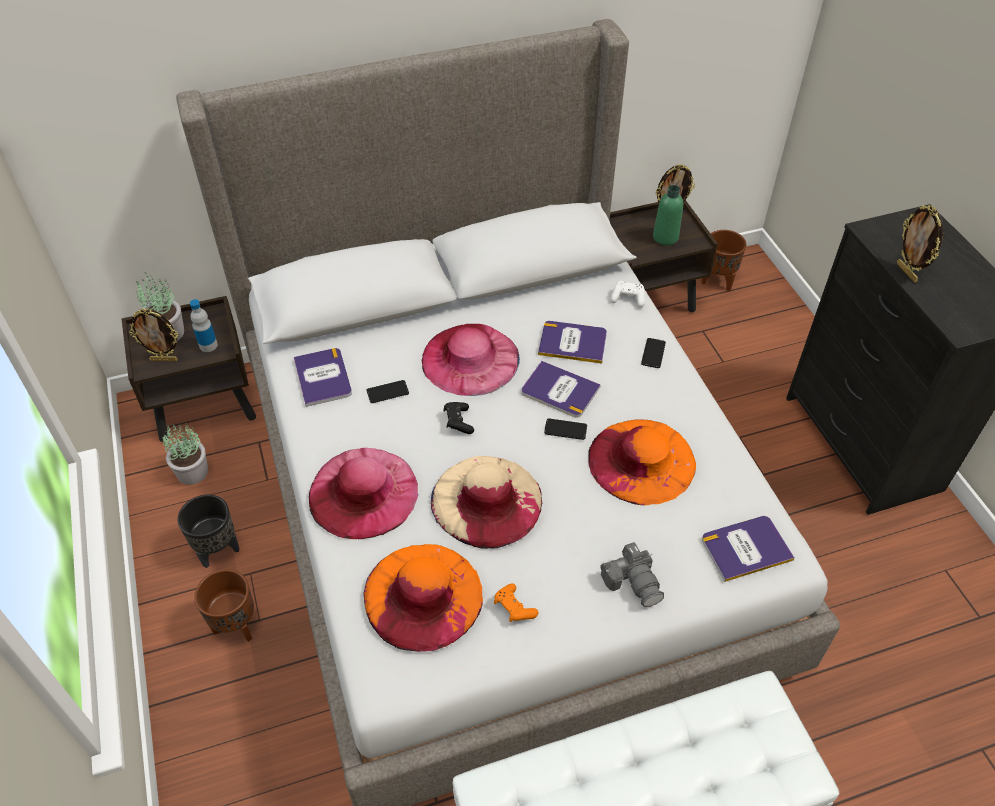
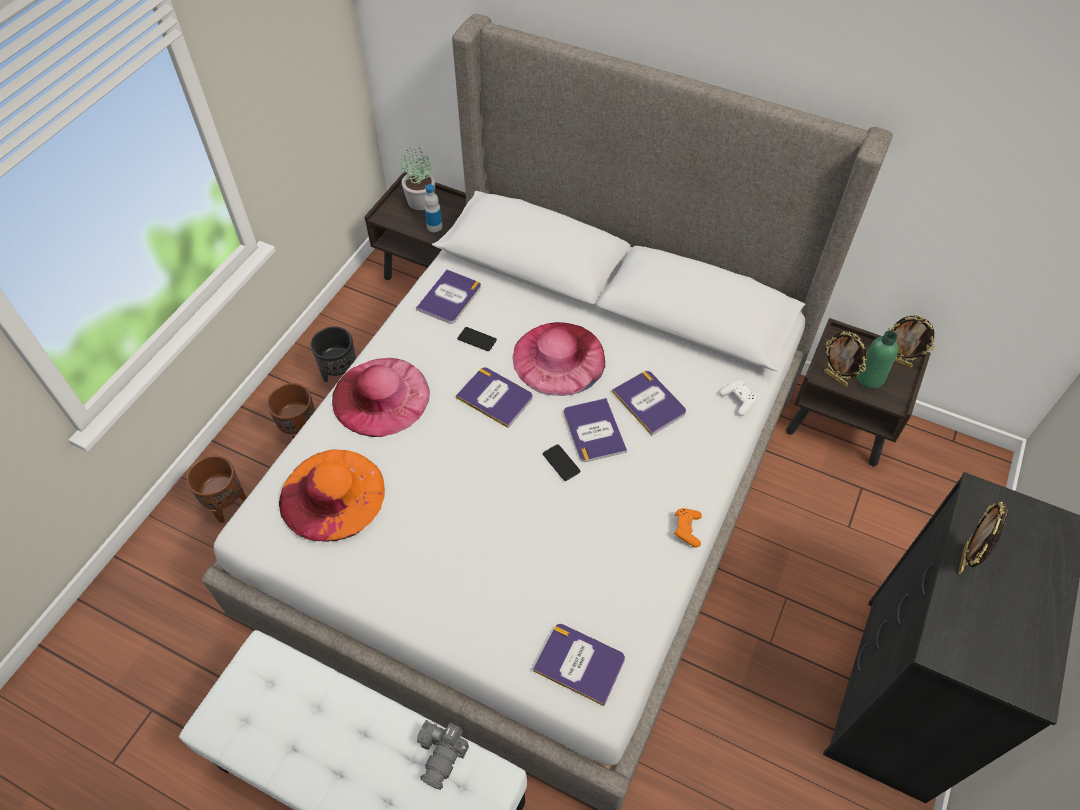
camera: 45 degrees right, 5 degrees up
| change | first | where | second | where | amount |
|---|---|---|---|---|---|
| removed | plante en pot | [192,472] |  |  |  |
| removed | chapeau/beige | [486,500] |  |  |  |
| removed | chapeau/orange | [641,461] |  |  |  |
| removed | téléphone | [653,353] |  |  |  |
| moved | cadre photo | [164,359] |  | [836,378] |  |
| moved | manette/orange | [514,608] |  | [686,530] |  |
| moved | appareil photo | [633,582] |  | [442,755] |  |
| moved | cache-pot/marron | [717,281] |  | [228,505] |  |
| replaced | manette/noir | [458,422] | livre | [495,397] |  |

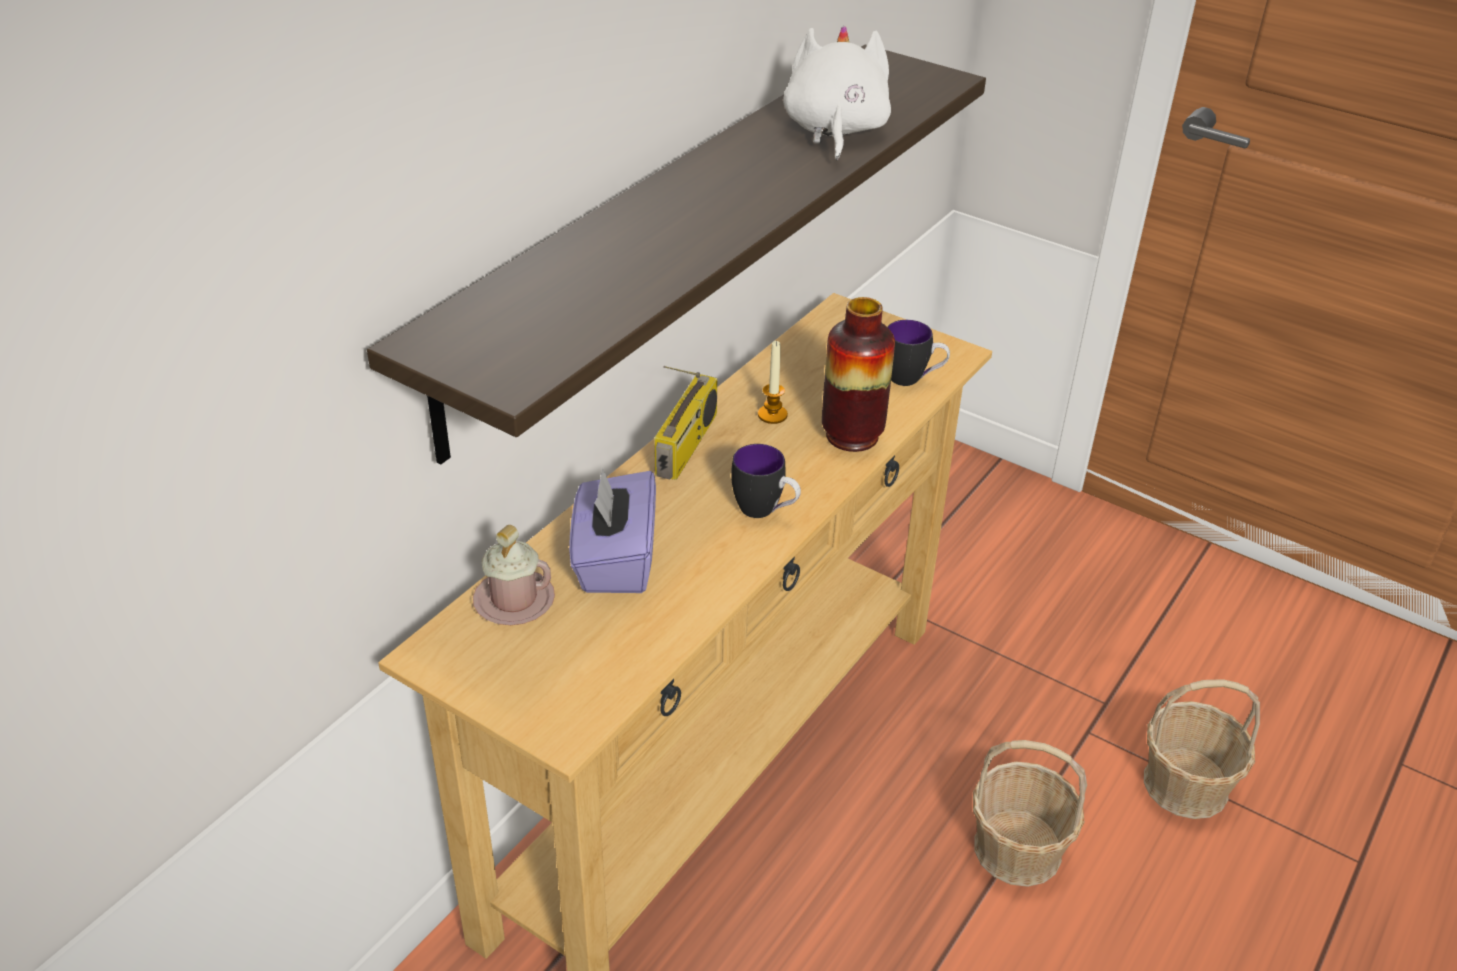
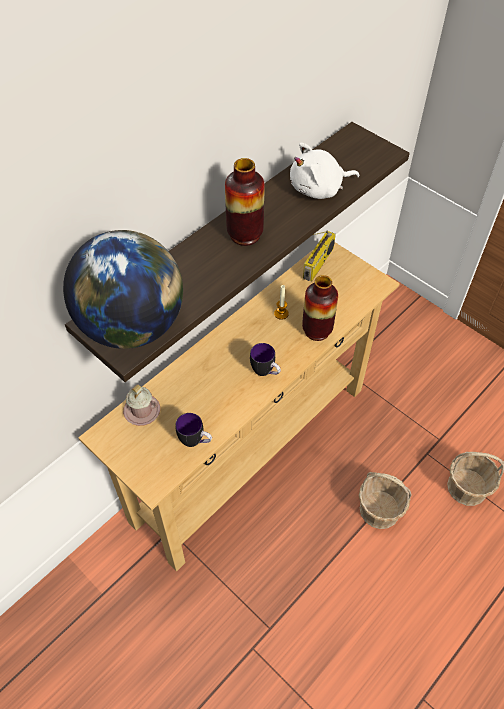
camera: 10 degrees right, 15 degrees up
| change | first | where | second | where | amount |
|---|---|---|---|---|---|
| removed | boîte à mouchoirs/violet | [614,560] |  |  |  |
| added |  |  | globe | [132,326] |  |
| added |  |  | vase | [245,235] |  |
| moved | radio | [687,446] |  | [318,264] |  |
| moved | mug | [913,379] |  | [195,441] |  |
| turned | peluche/blanc | [834,131] |  | [319,189] | 120 degrees counterclockwise |

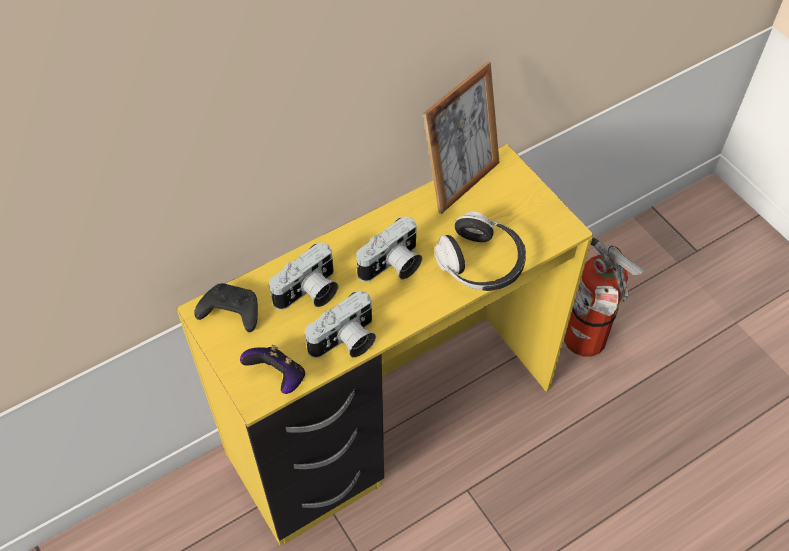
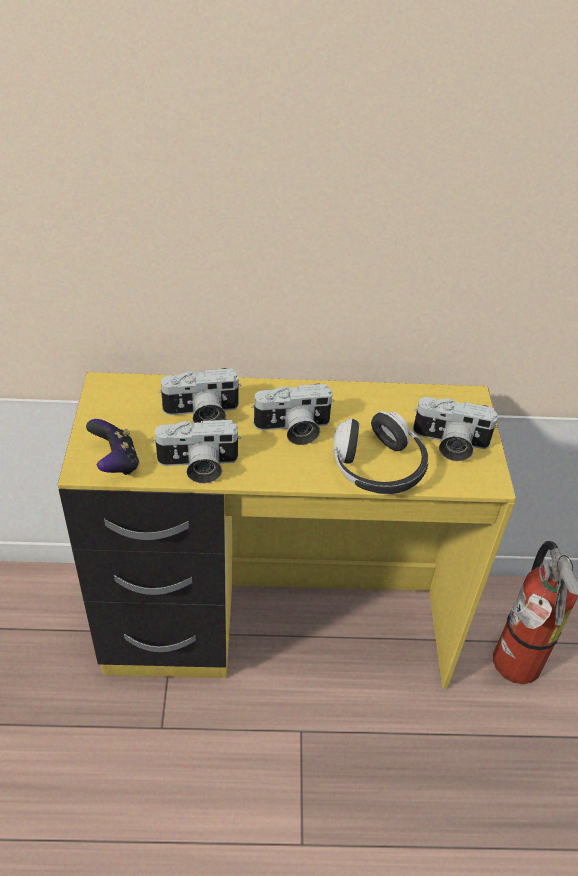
camera: 30 degrees right, 10 degrees down
| change | first | where | second | where | amount |
|---|---|---|---|---|---|
| removed | manette/noir | [230,313] |  |  |  |
| removed | cadre photo | [460,181] |  |  |  |
| added |  |  | appareil photo | [449,444] |  |

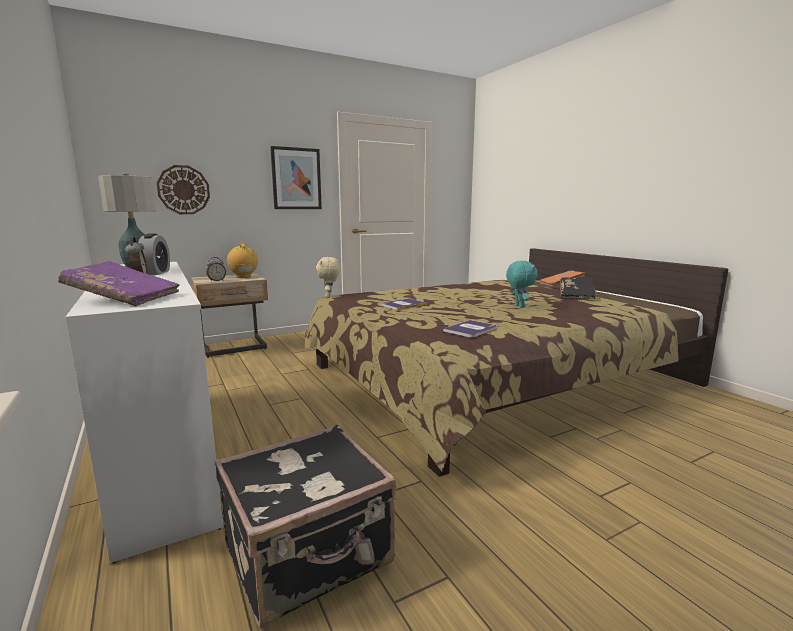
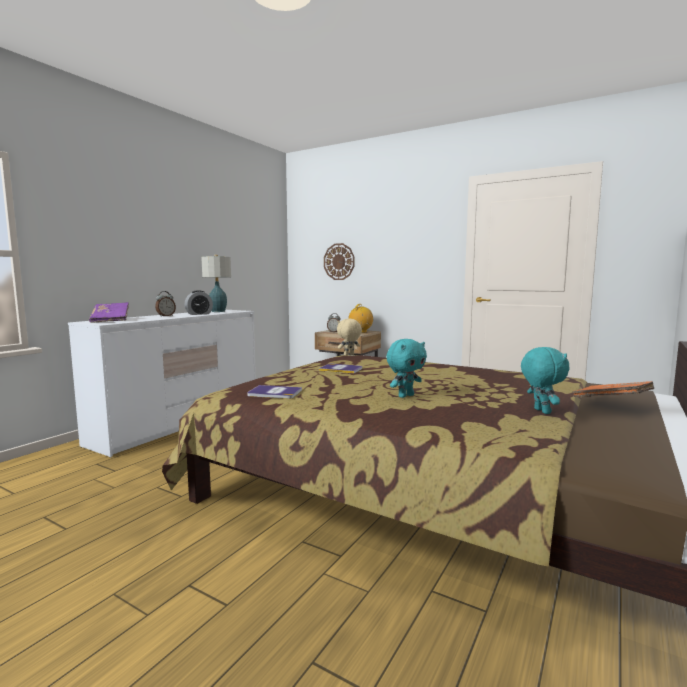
camera: 60 degrees right, 5 degrees down
| change | first | where | second | where | amount |
|---|---|---|---|---|---|
| removed | valise/noir | [309,555] |  |  |  |
| removed | tableau | [296,179] |  |  |  |
| replaced | livre/noir | [576,295] | peluche/turquoise | [541,411] |  |

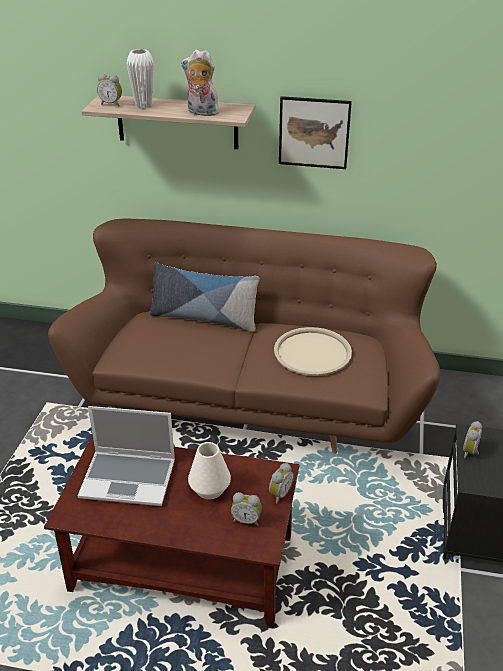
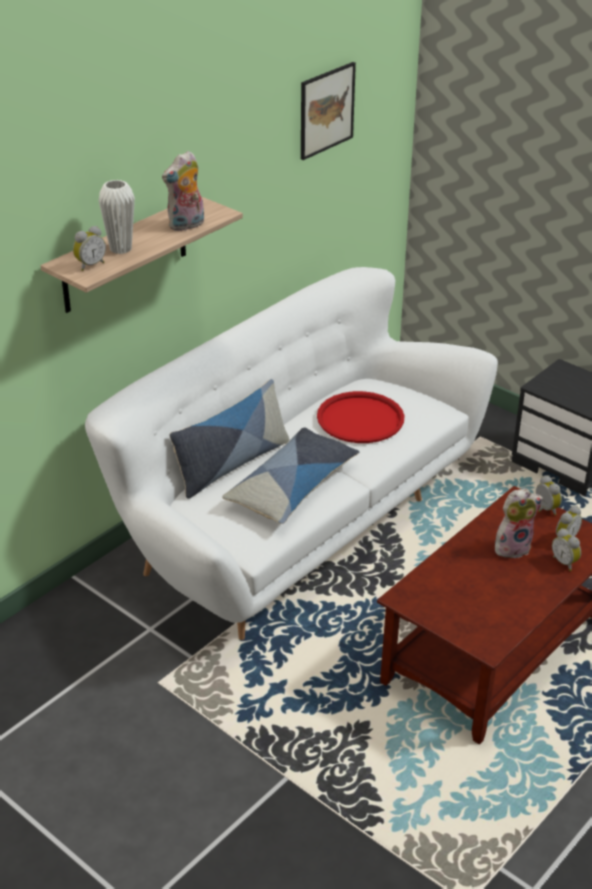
camera: 60 degrees left, 0 degrees up
| change | first | where | second | where | amount |
|---|---|---|---|---|---|
| removed | ordinateur portable | [129,478] |  |  |  |
| added |  |  | coussin | [293,487] |  |
| moved | tableau | [314,132] |  | [326,110] |  |
| moved | réveil | [471,452] |  | [565,562] |  |
| replaced | vase/blanc | [209,489] | peluche | [512,547] |  |
| recoloured | canapé/marron | [251,399] | canapé/blanc | [296,522] |  |
| recoloured | plateau/beige | [312,352] | plateau/rouge | [360,418] |  |

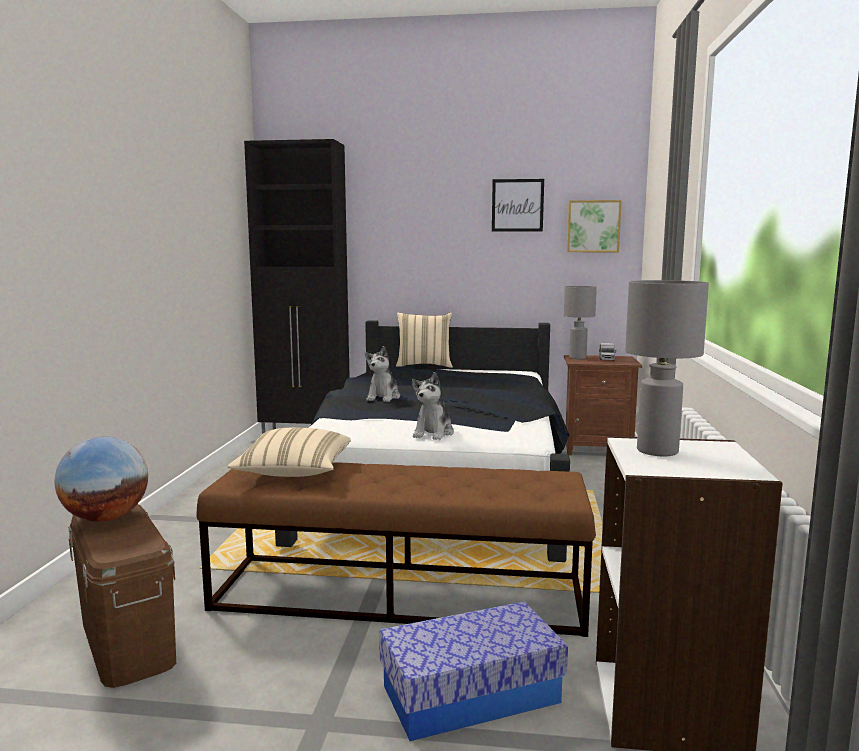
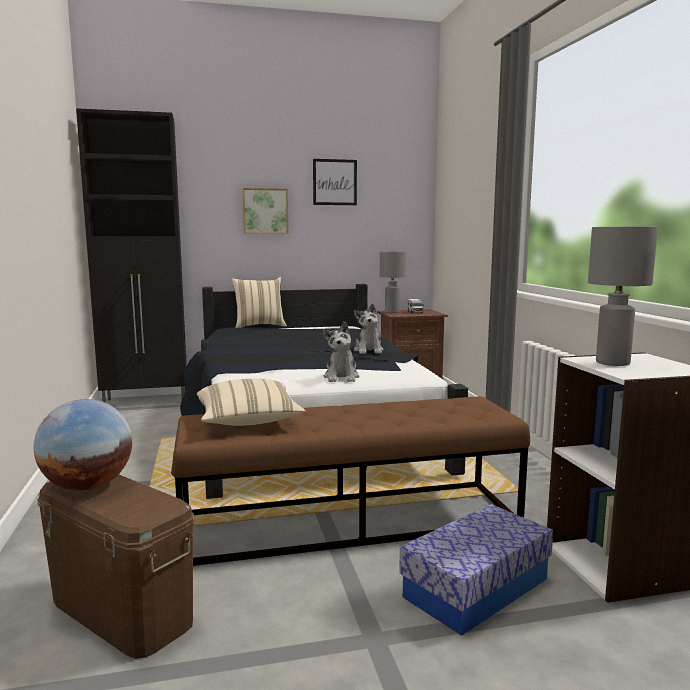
camera: 20 degrees left, 0 degrees up
| change | first | where | second | where | amount |
|---|---|---|---|---|---|
| moved | peluche | [383,397] |  | [368,350] |  |
| moved | tableau | [593,226] |  | [265,211] |  |

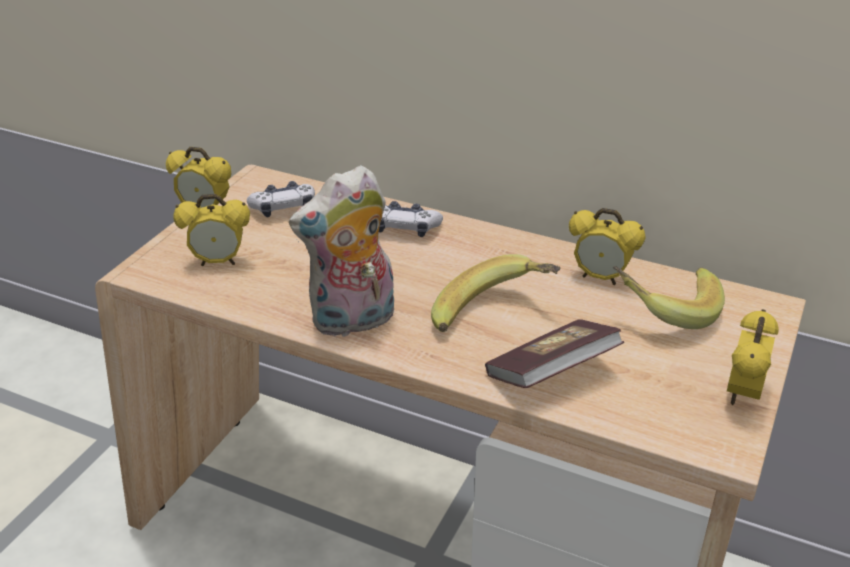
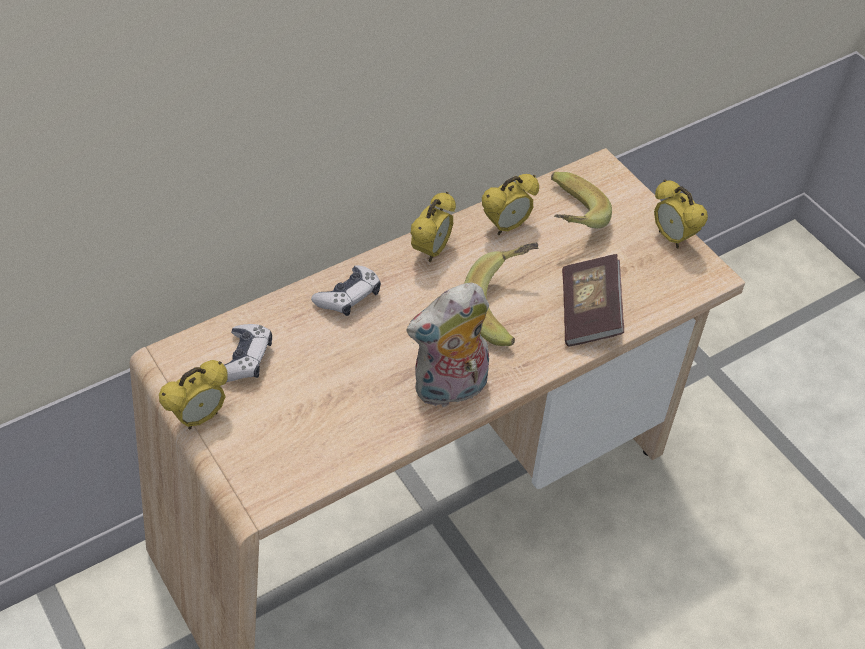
camera: 60 degrees left, 15 degrees up
| change | first | where | second | where | amount |
|---|---|---|---|---|---|
| moved | réveil | [218,262] |  | [431,251] |  |
| turned | peluche | [353,322] |  | [450,390] | 60 degrees clockwise |

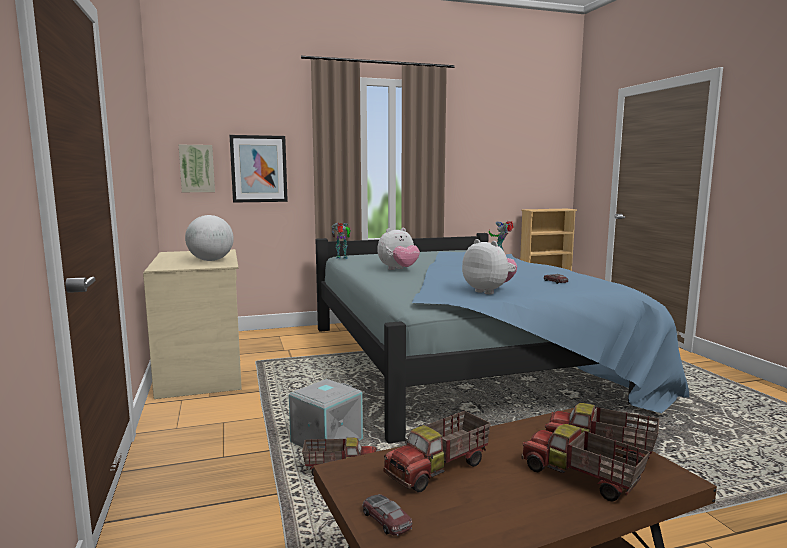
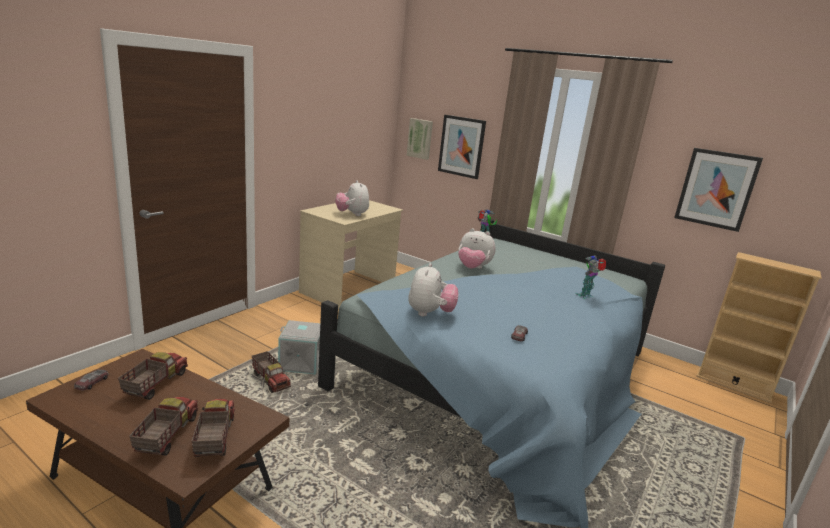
camera: 50 degrees right, 10 degrees up
| change | first | where | second | where | amount |
|---|---|---|---|---|---|
| added |  |  | tableau | [716,189] |  |
| replaced | globe | [211,260] | peluche | [352,214] |  |
| turned | camion jouet | [439,469] |  | [155,384] | 90 degrees clockwise |

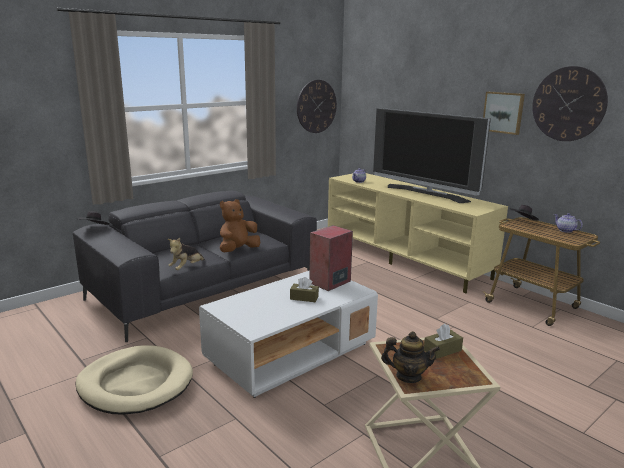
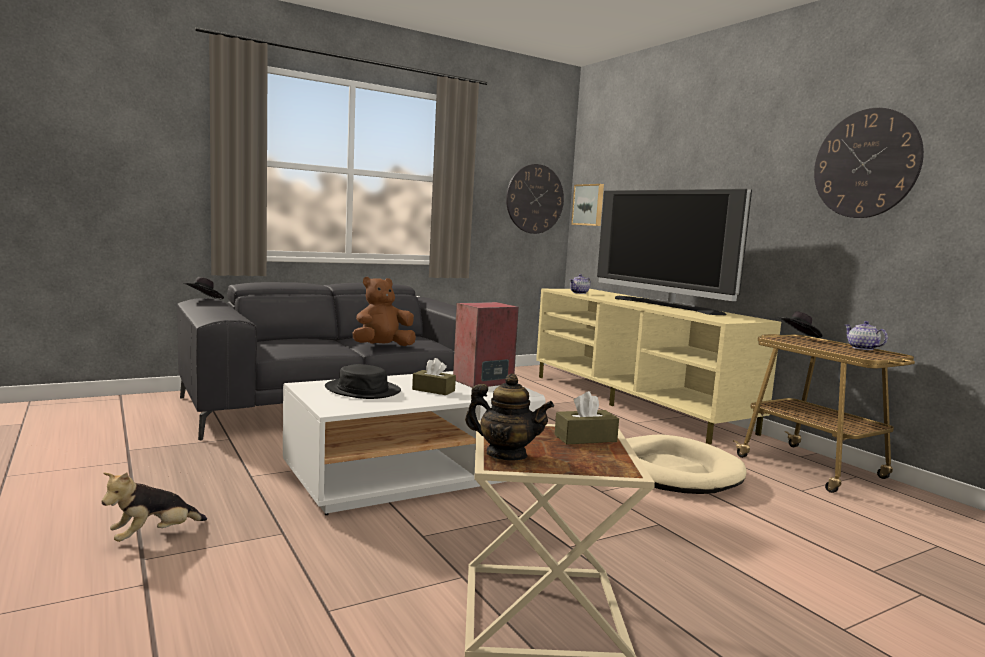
camera: 10 degrees right, 10 degrees down
| change | first | where | second | where | amount |
|---|---|---|---|---|---|
| added |  |  | chapeau/noir | [363,390] |  |
| moved | panier pour chien/beige | [135,383] |  | [670,471] |  |
| moved | peluche | [186,268] |  | [153,536] |  |
| moved | tableau | [503,112] |  | [589,205] |  |

